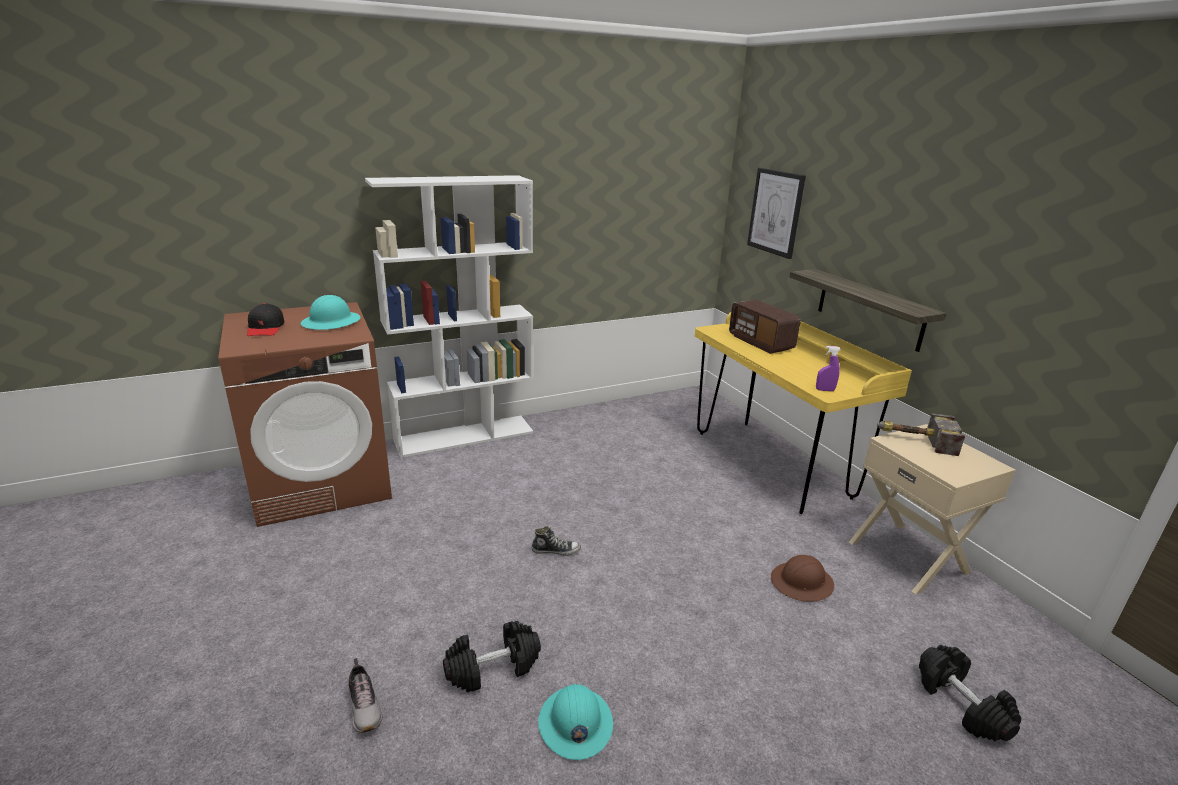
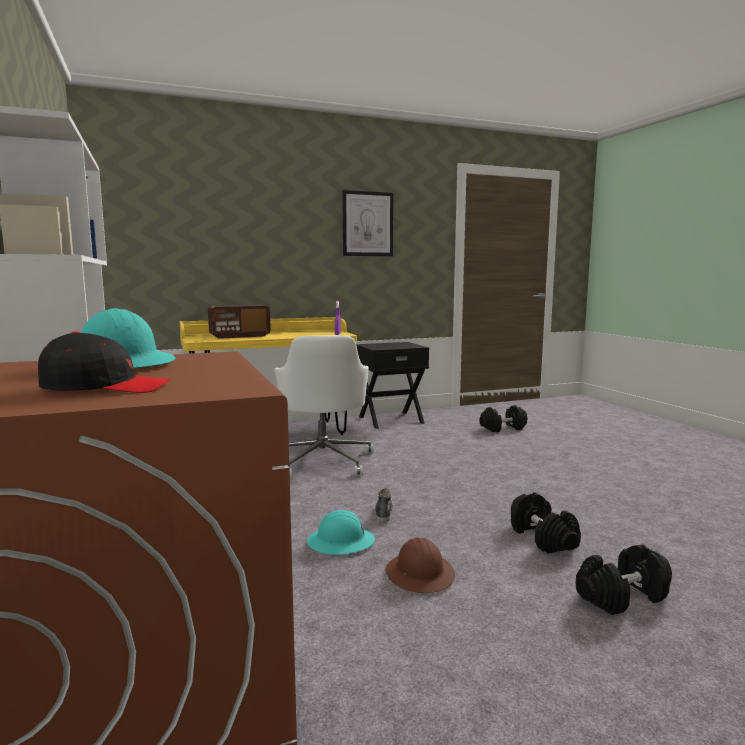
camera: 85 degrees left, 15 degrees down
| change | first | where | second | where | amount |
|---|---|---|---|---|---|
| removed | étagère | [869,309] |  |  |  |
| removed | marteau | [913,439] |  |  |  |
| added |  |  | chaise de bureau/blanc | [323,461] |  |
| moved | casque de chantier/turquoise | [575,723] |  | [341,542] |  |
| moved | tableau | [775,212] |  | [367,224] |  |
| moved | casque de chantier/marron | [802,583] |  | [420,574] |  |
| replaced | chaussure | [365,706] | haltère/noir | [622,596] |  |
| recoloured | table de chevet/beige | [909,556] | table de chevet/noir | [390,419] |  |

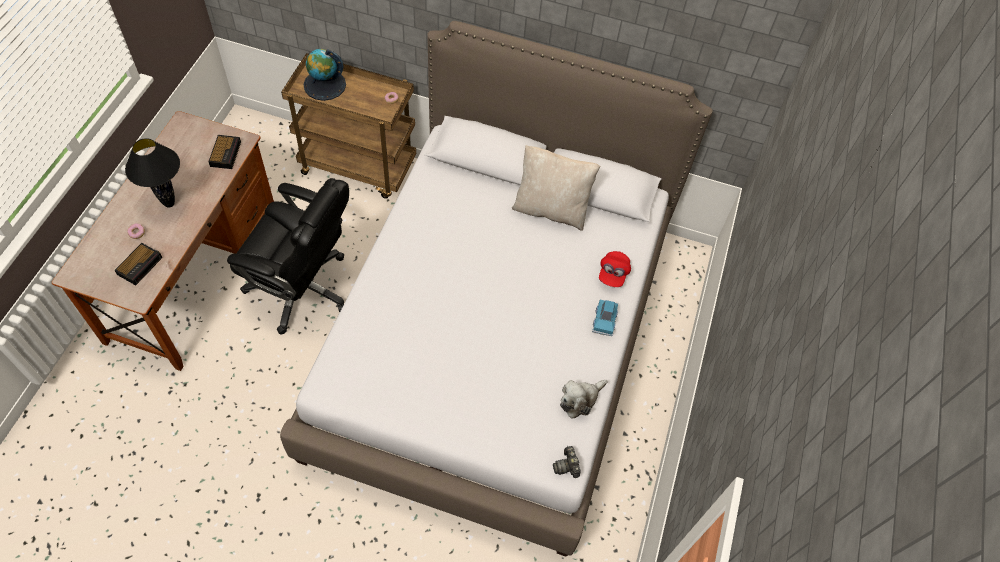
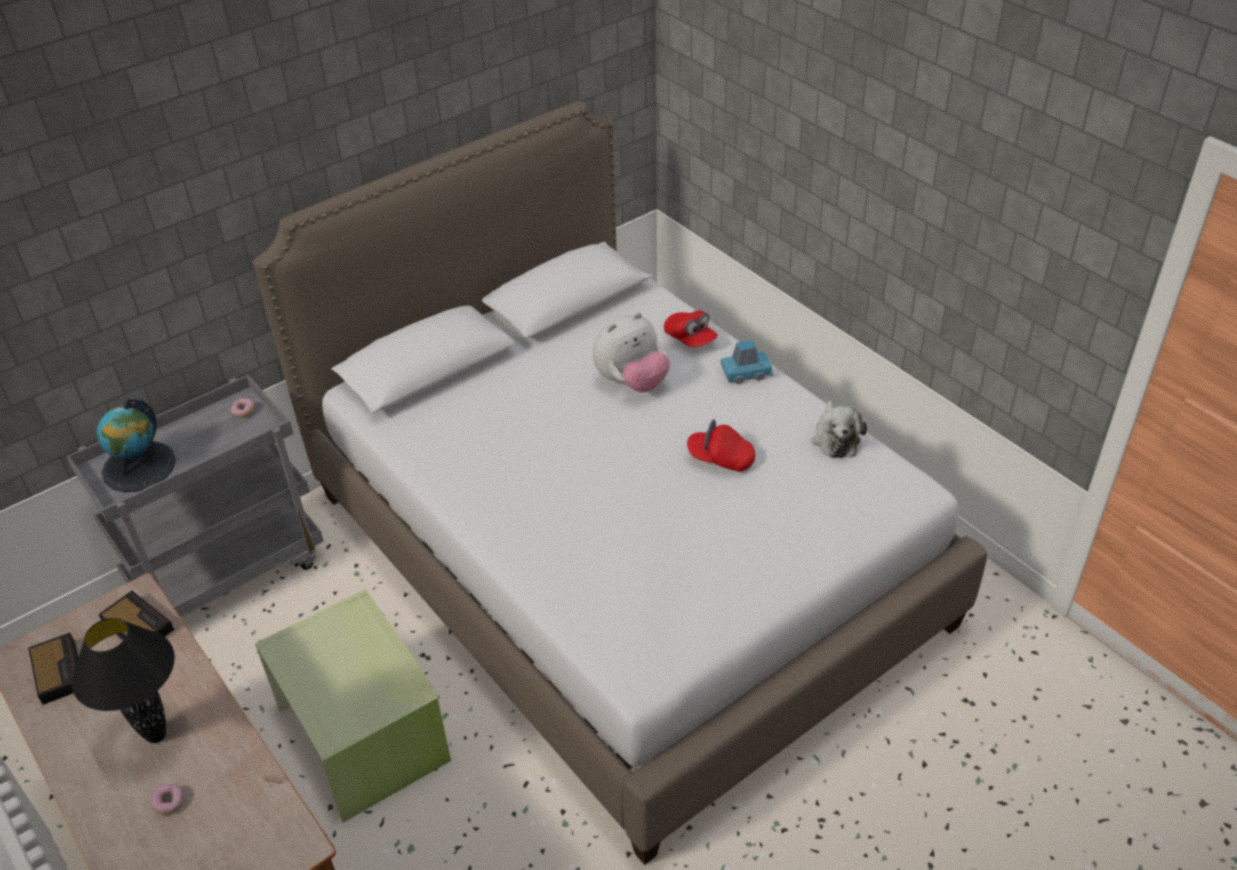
camera: 50 degrees left, 15 degrees down
| change | first | where | second | where | amount |
|---|---|---|---|---|---|
| removed | coussin/beige | [551,209] |  |  |  |
| removed | appareil photo | [567,466] |  |  |  |
| added |  |  | peluche | [631,382] |  |
| added |  |  | casquette/rouge | [720,458] |  |
| moved | réveil | [140,265] |  | [58,670] |  |
| replaced | chaise de bureau/noir | [302,288] | boîte de rangement/vert | [365,732] |  |
| recoloured | chariot/marron | [359,167] | chariot/gris | [229,573] |  |
| turned | petite voiture/bleu | [604,320] |  | [746,373] | 60 degrees counterclockwise |

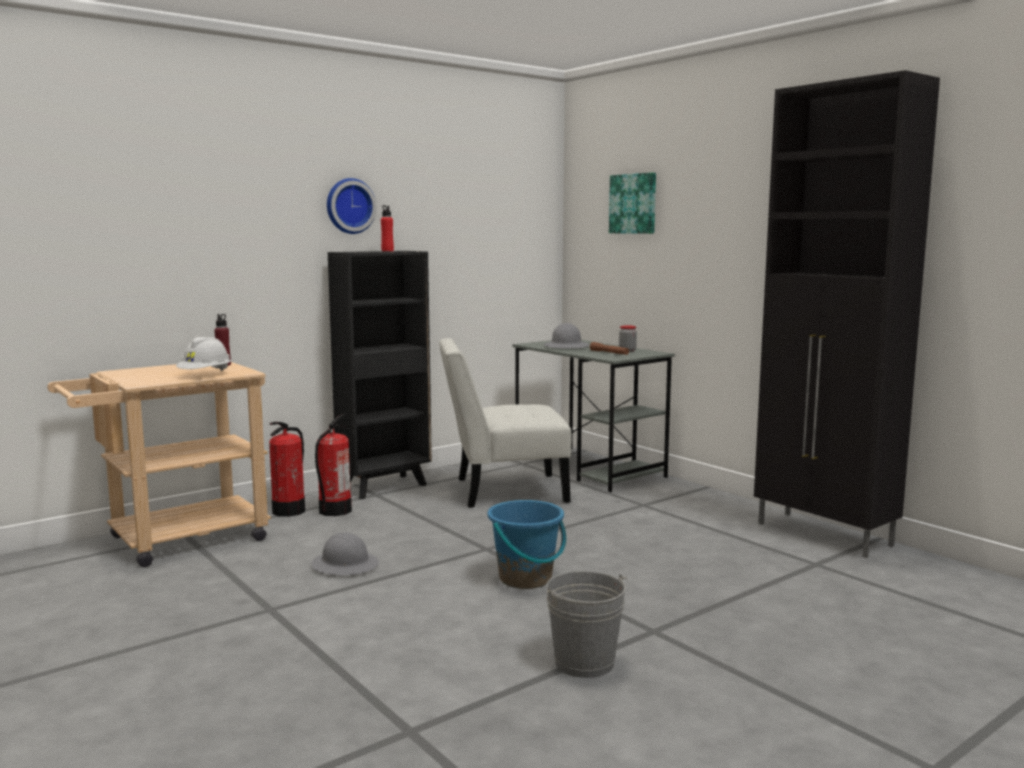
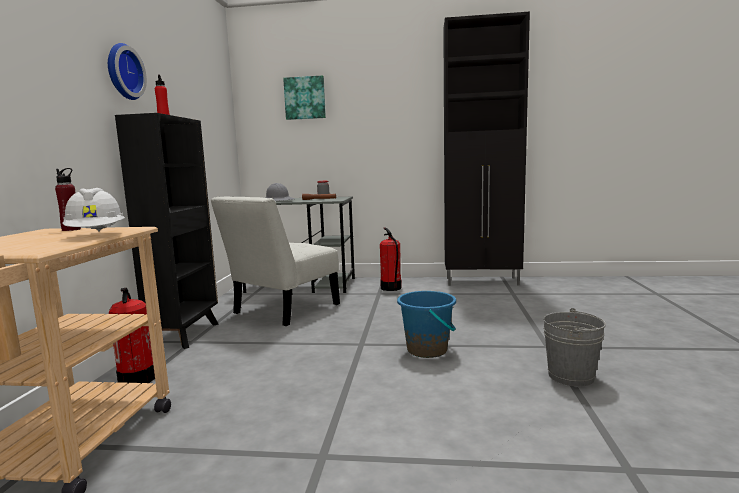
camera: 45 degrees left, 0 degrees up
| change | first | where | second | where | amount |
|---|---|---|---|---|---|
| removed | casque de chantier/gris | [345,565] |  |  |  |
| moved | extincteur | [334,510] |  | [391,288] |  |

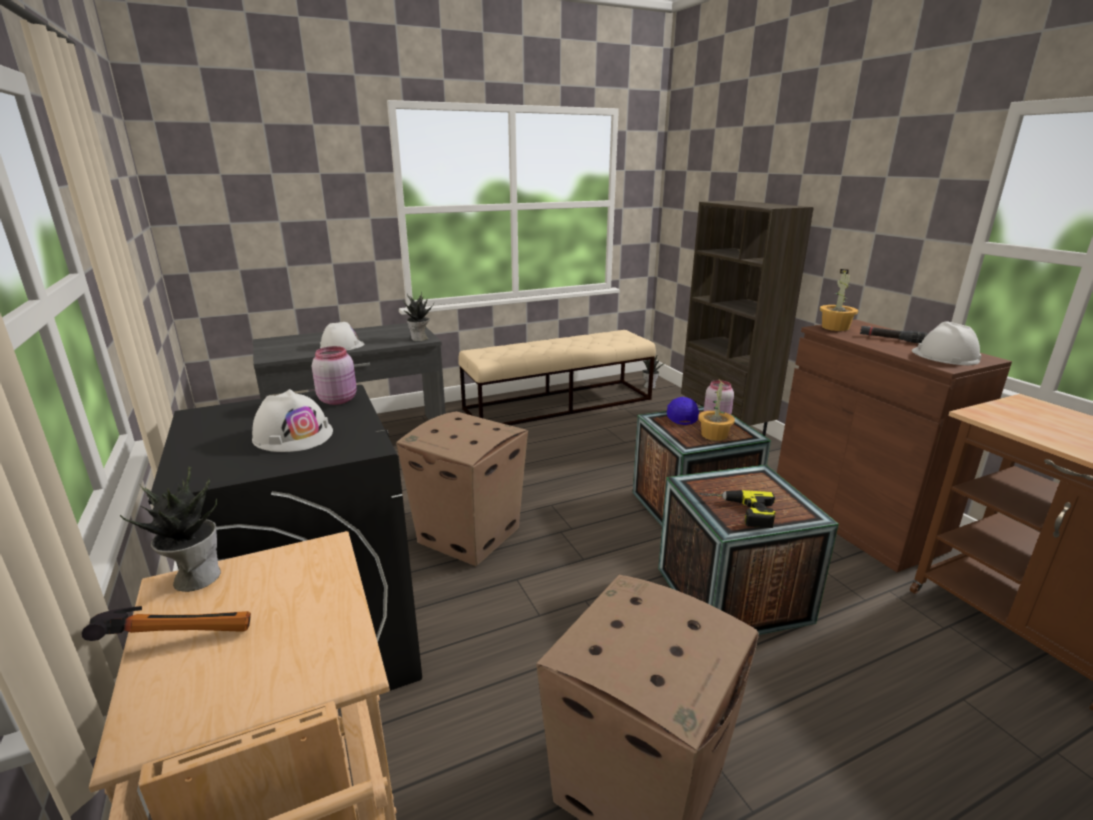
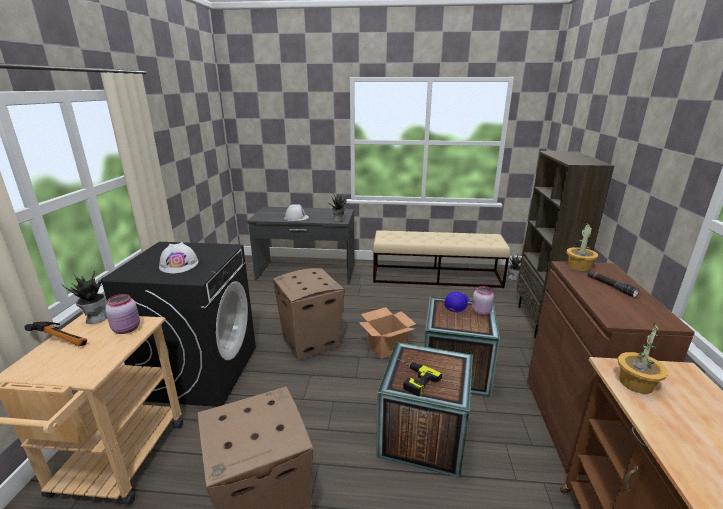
camera: 30 degrees right, 0 degrees up
| change | first | where | second | where | amount |
|---|---|---|---|---|---|
| removed | casque de chantier/blanc | [944,356] |  |  |  |
| added |  |  | carton | [386,346] |  |
| moved | bocal/rose | [338,399] |  | [127,329] |  |
| moved | plante en pot | [713,435] |  | [635,383] |  |

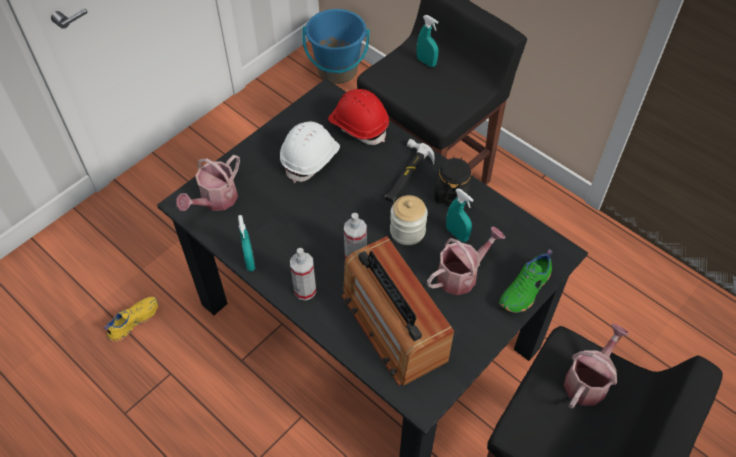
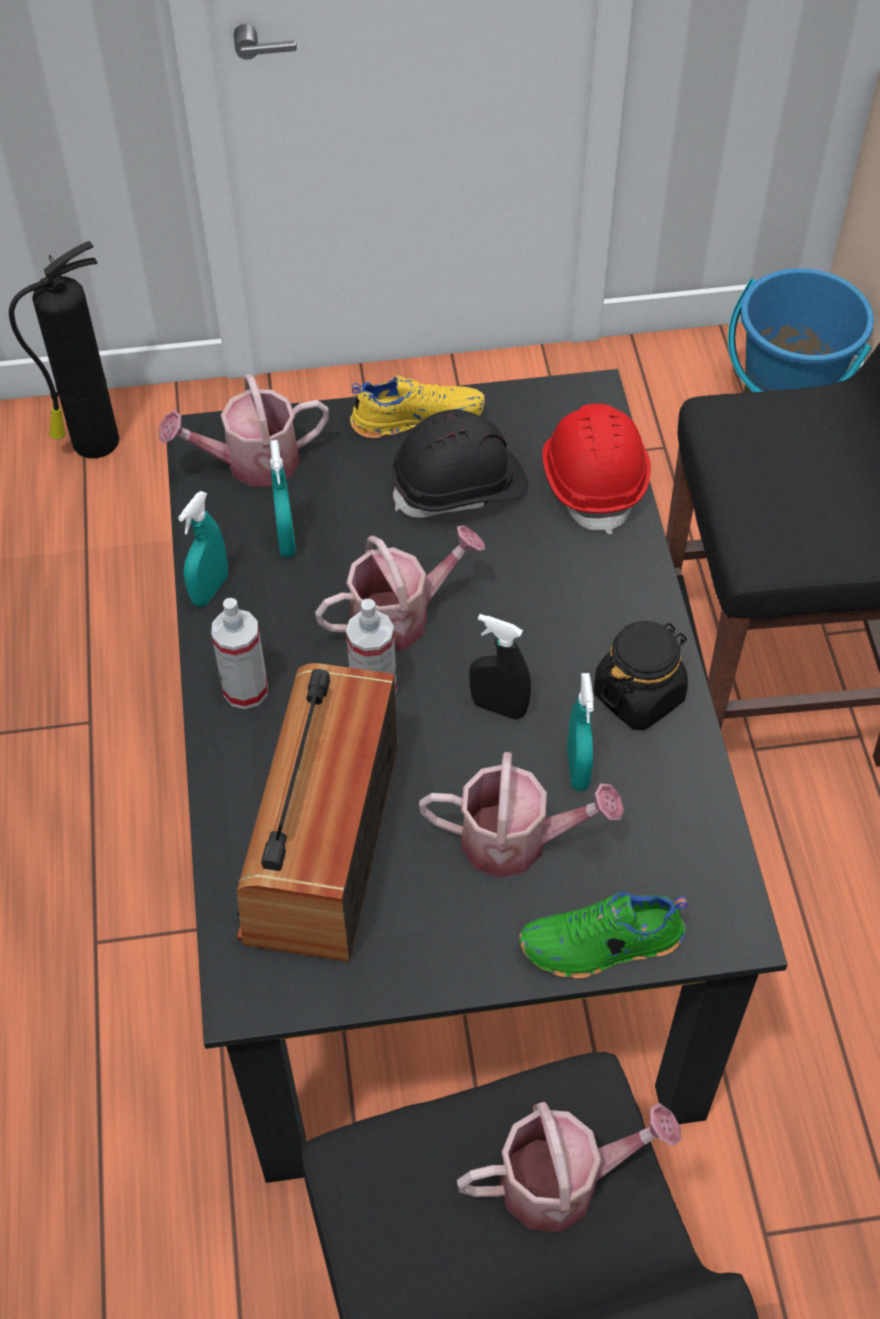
camera: 40 degrees right, 0 degrees up
| change | first | where | second | where | amount |
|---|---|---|---|---|---|
| removed | marteau | [406,174] |  |  |  |
| added |  |  | extincteur | [92,443] |  |
| added |  |  | arrosoir | [400,616] |  |
| moved | chaussure/jaune | [133,320] |  | [417,418] |  |
| moved | vaporisateur/turquoise | [426,62] |  | [286,540] |  |
| replaced | bocal | [407,231] | vaporisateur/noir | [498,707] |  |
| recoloured | casque de chantier/blanc | [311,159] | casque de chantier/noir | [460,488] |  |

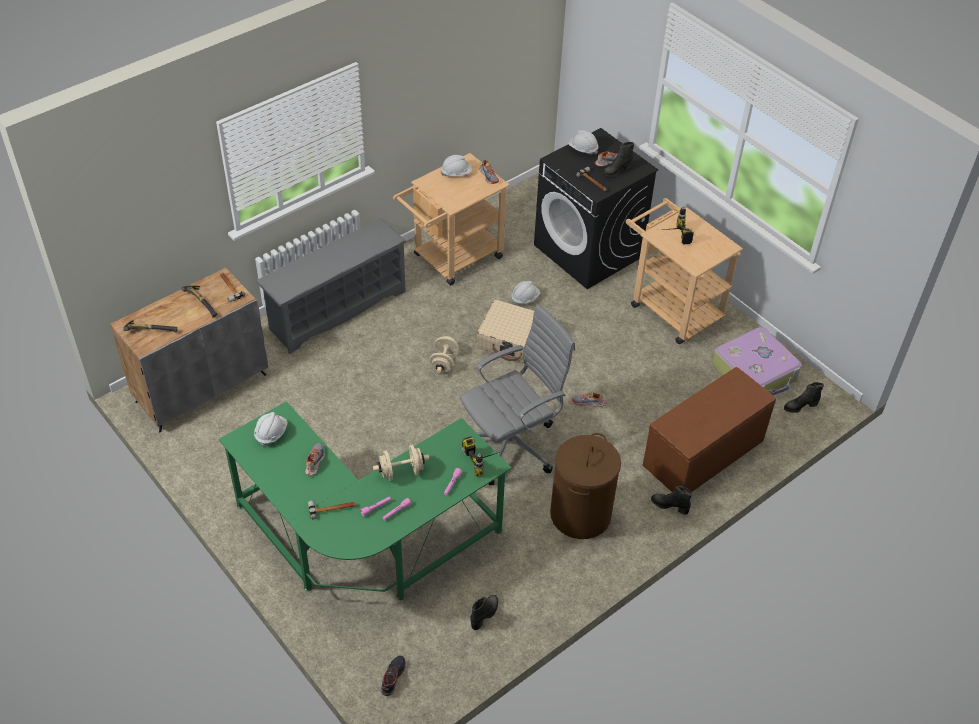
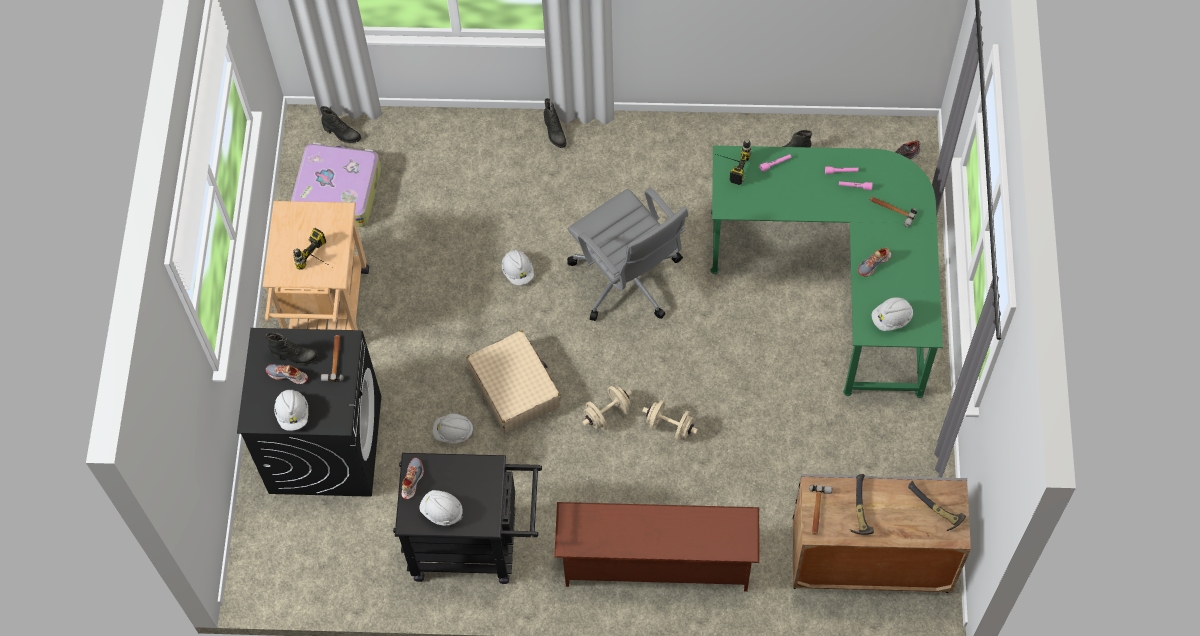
camera: 135 degrees left, 15 degrees up
| change | first | where | second | where | amount |
|---|---|---|---|---|---|
| removed | panier à linge/marron | [581,514] |  |  |  |
| removed | banc/marron | [703,454] |  |  |  |
| moved | haltère/beige | [401,472] |  | [669,426] |  |
| replaced | chaussure | [588,402] | casque de chantier/blanc | [518,271] |  |
| recoloured | étagère à chaussures/gris | [337,309] | étagère à chaussures/marron | [656,565] |  |
| recoloured | chariot/beige | [452,259] | chariot/noir | [475,544] |  |
| turned | chaise de bureau/gris | [512,444] |  | [627,280] | 135 degrees counterclockwise |

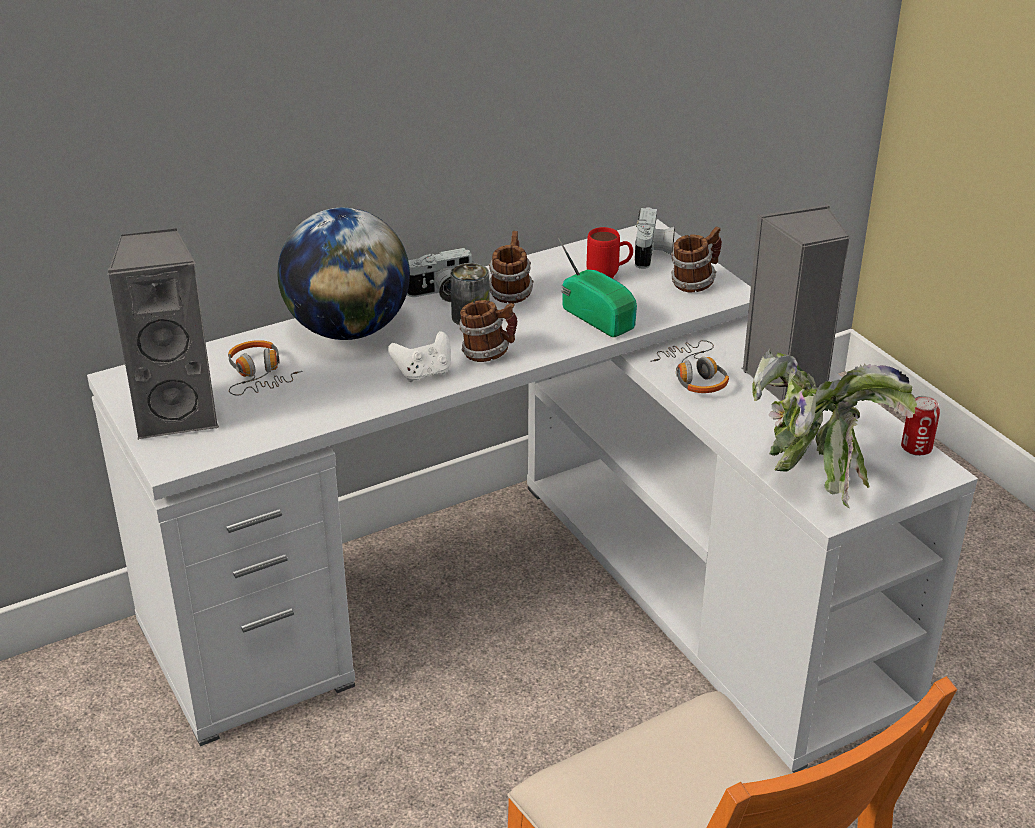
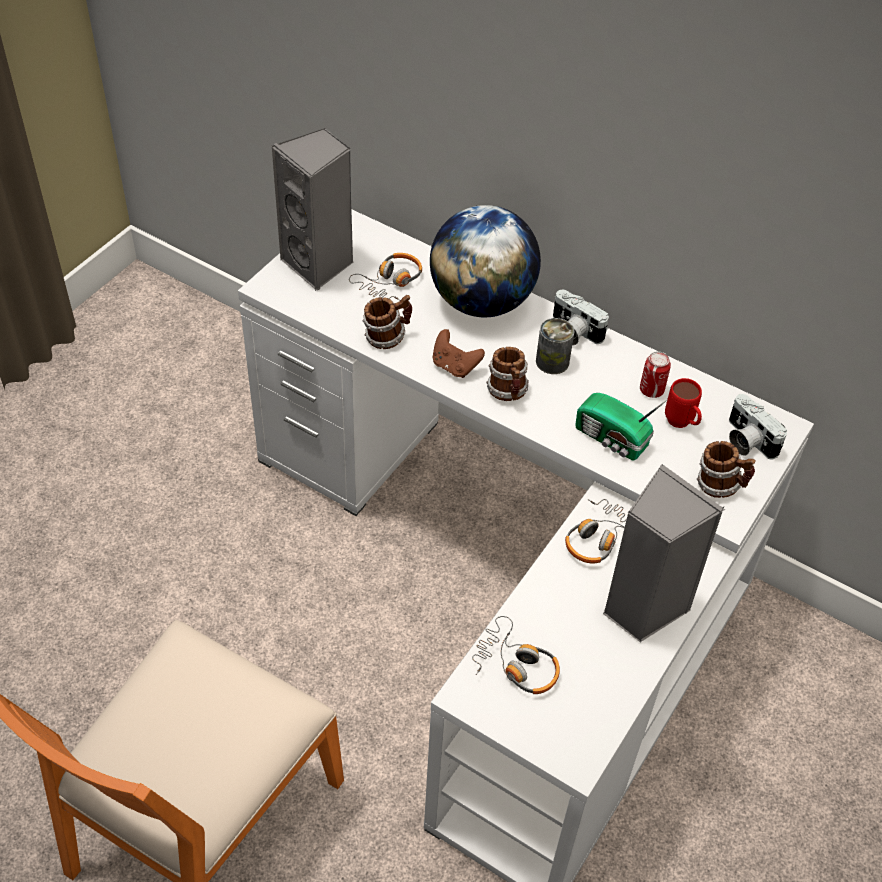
camera: 60 degrees right, 15 degrees up
| change | first | where | second | where | amount |
|---|---|---|---|---|---|
| moved | mug | [510,292] |  | [387,337] |  |
| moved | boîte métallique | [916,449] |  | [651,390] |  |
| replaced | plante en pot | [813,470] | casque audio | [516,665] |  |
| recoloured | manette/blanc | [423,373] | manette/marron | [454,366] |  |
| turned | radio | [598,317] |  | [612,439] | 105 degrees clockwise |
| turned | appareil photo | [653,254] |  | [746,441] | 75 degrees clockwise |

